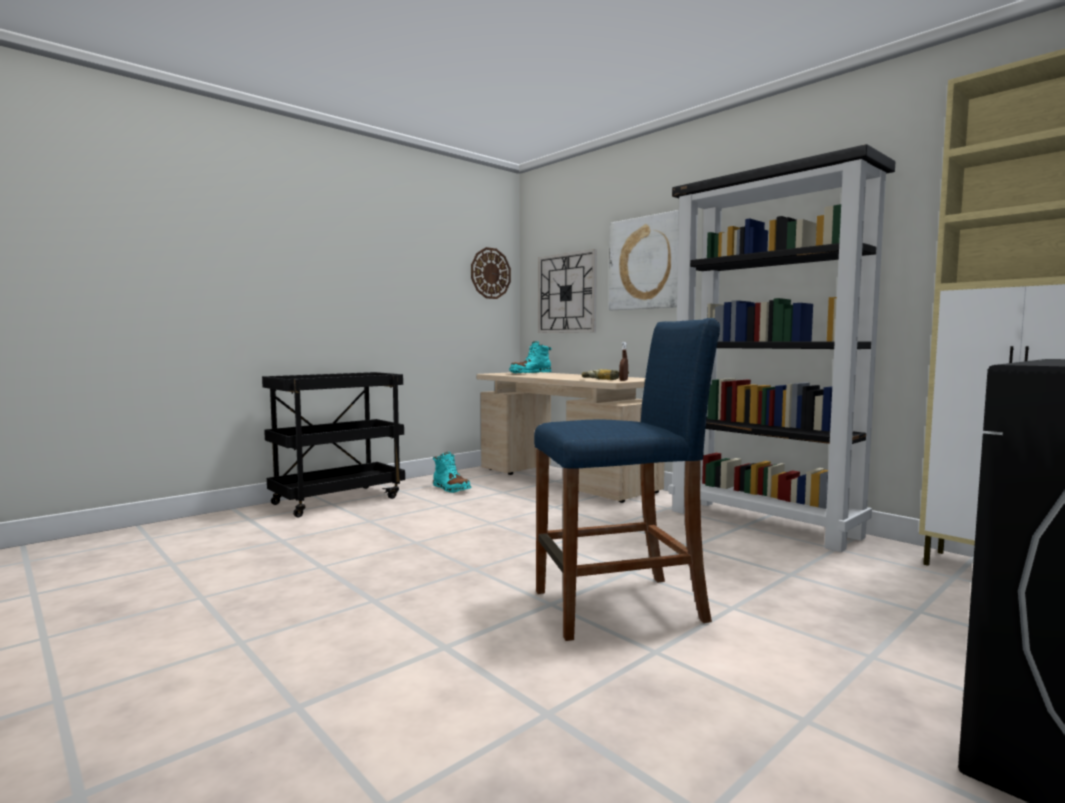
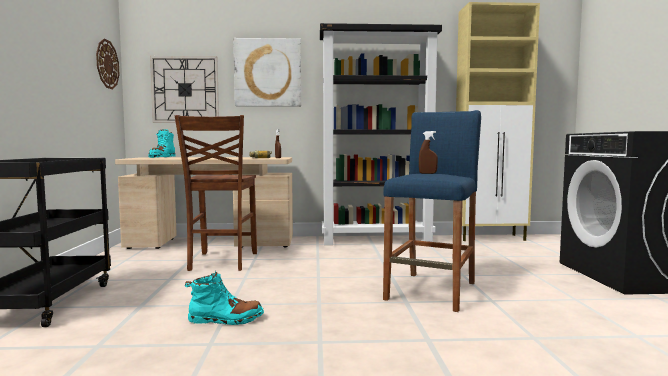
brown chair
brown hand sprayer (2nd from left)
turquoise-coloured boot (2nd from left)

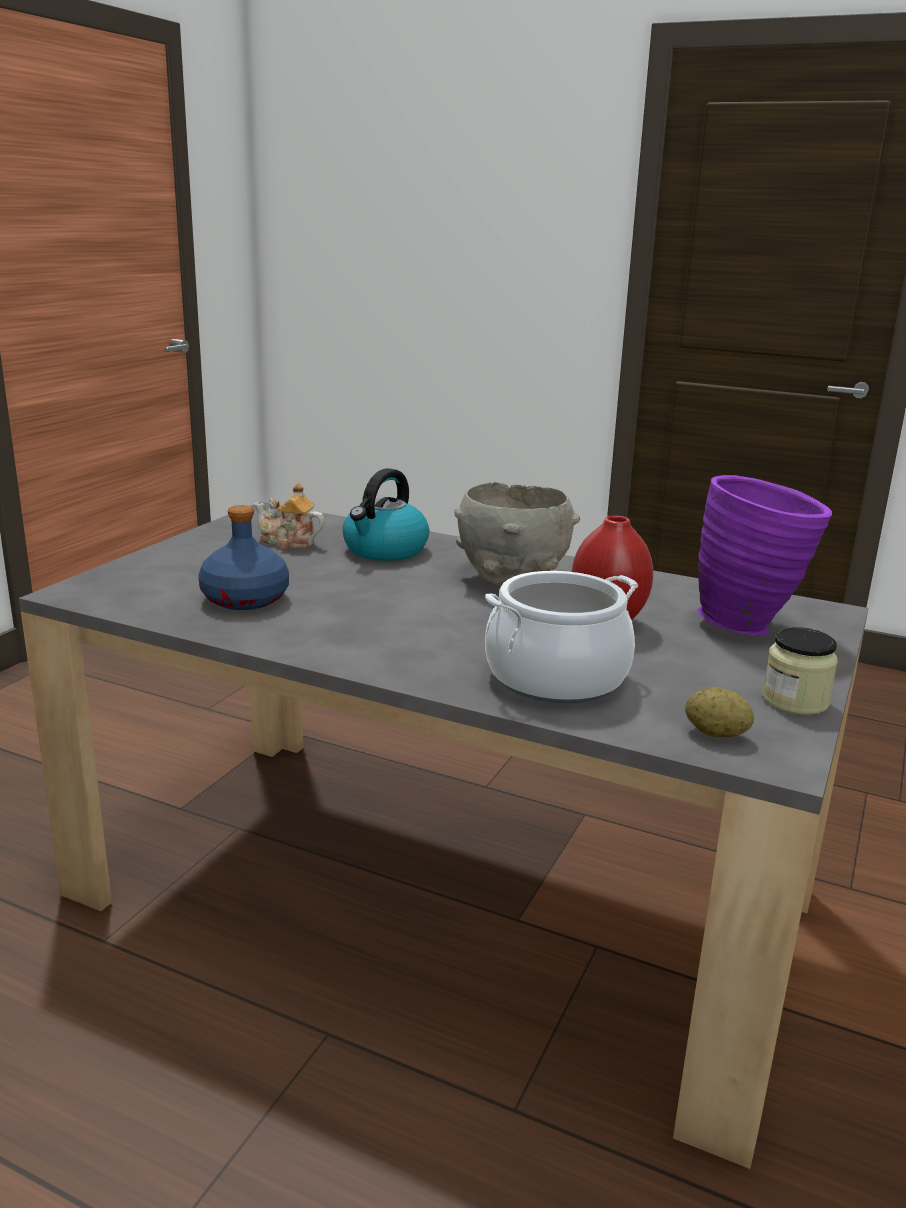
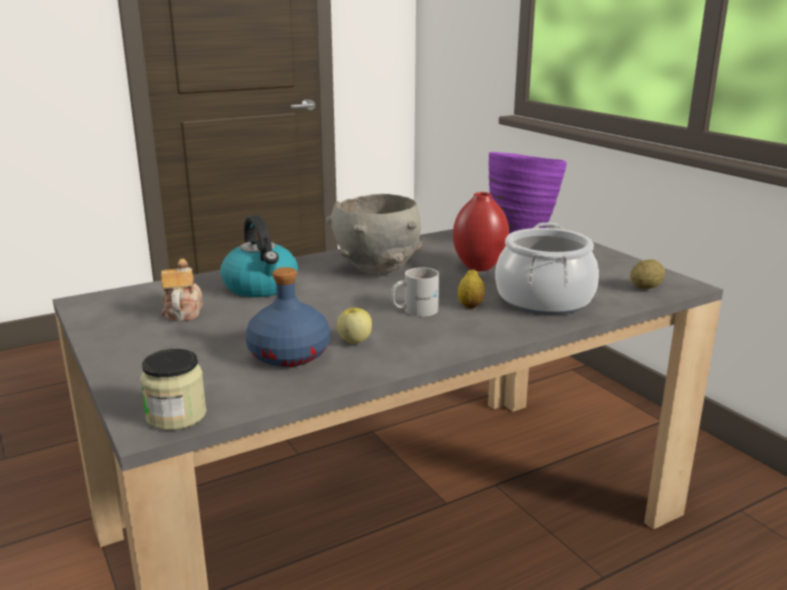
apple fruit
white-coloured mug
whole lemon
storage jar
tea pot

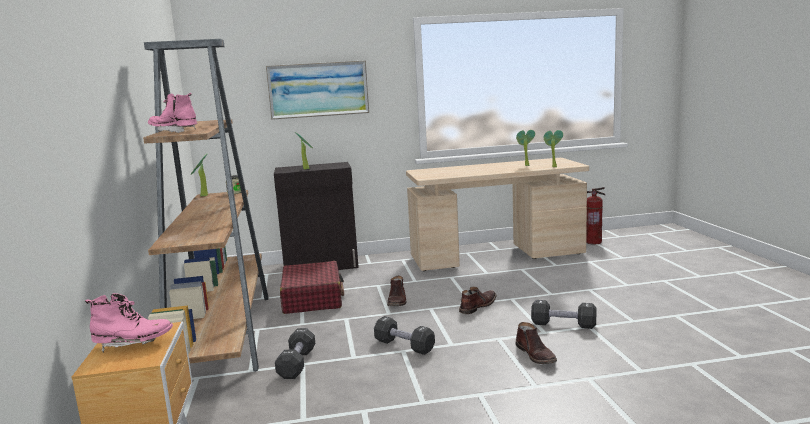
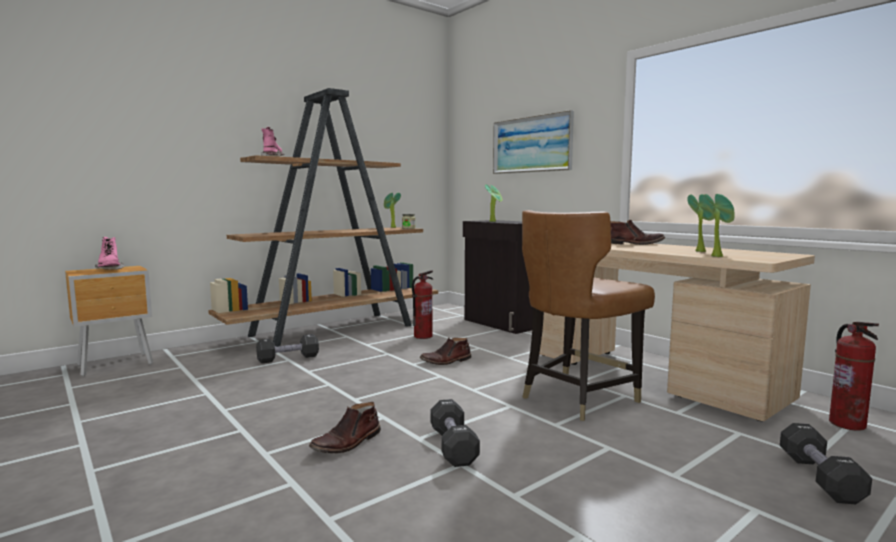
brown chair
black-coloured hand weight (3rd from left)
brown boot (3rd from left)
extinguisher (1st from left)

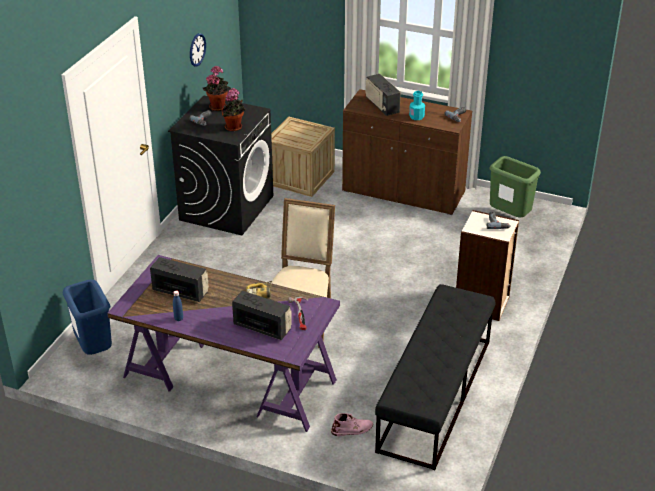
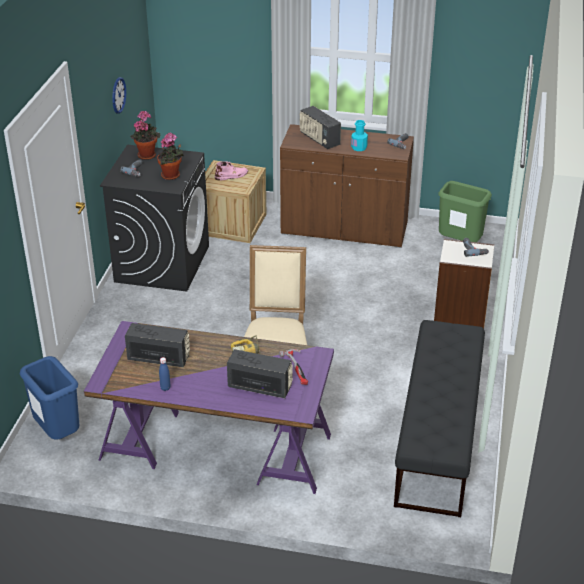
pinkish boot

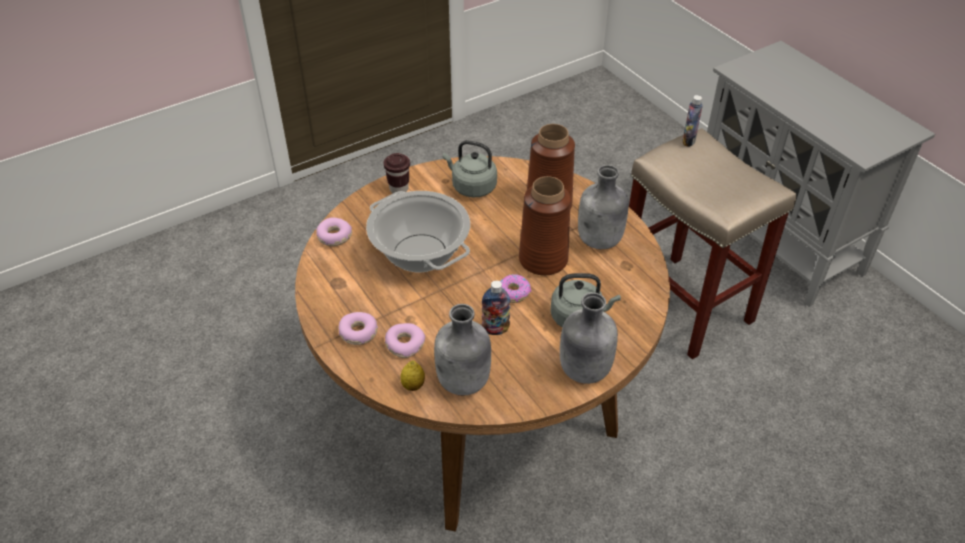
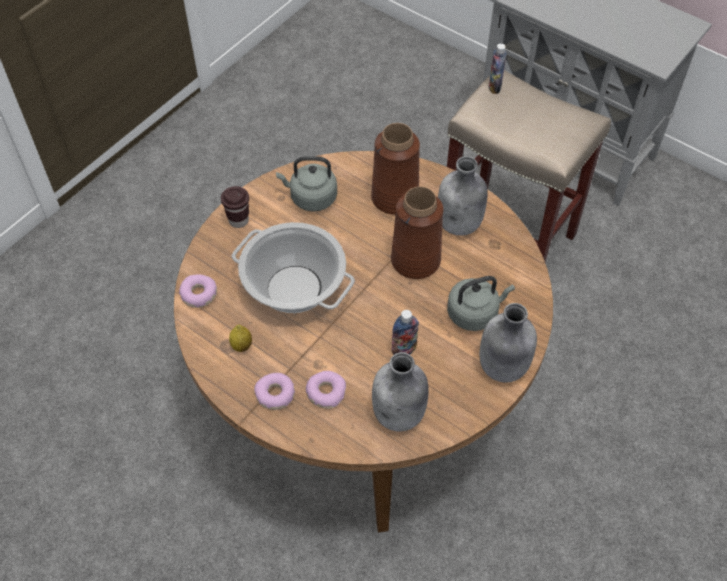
doughnut (4th from left in the first image)
whole lemon

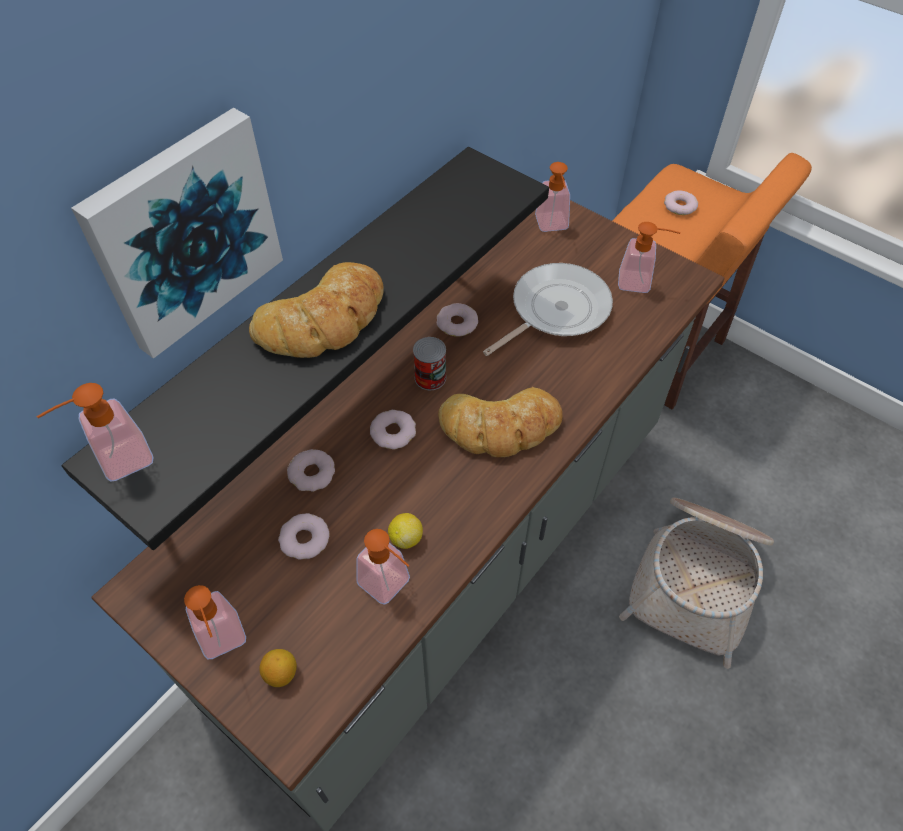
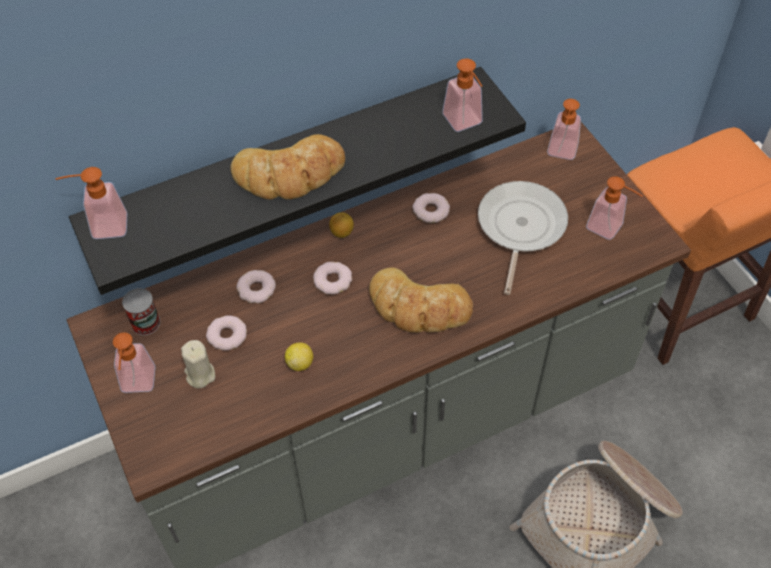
picture
doughnut (5th from left in the first image)
beige-coloured wax light
whole lemon (2nd from left)
soap bottle (3rd from left)
can
pan

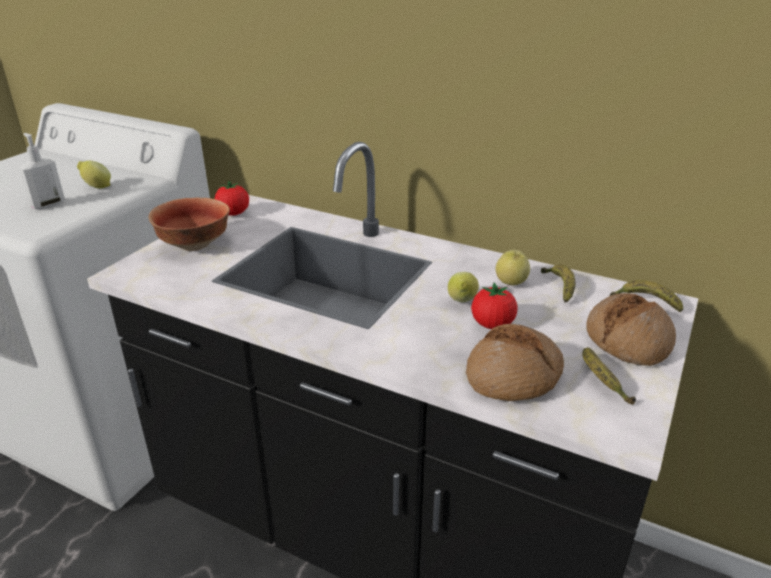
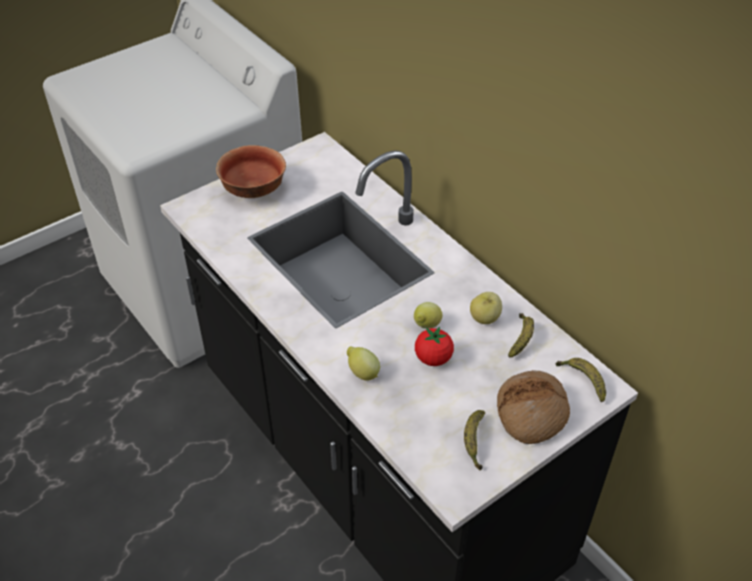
soap bottle
whole tomato (1st from left in the first image)
baked bread (1st from left in the first image)
whole lemon (1st from left)

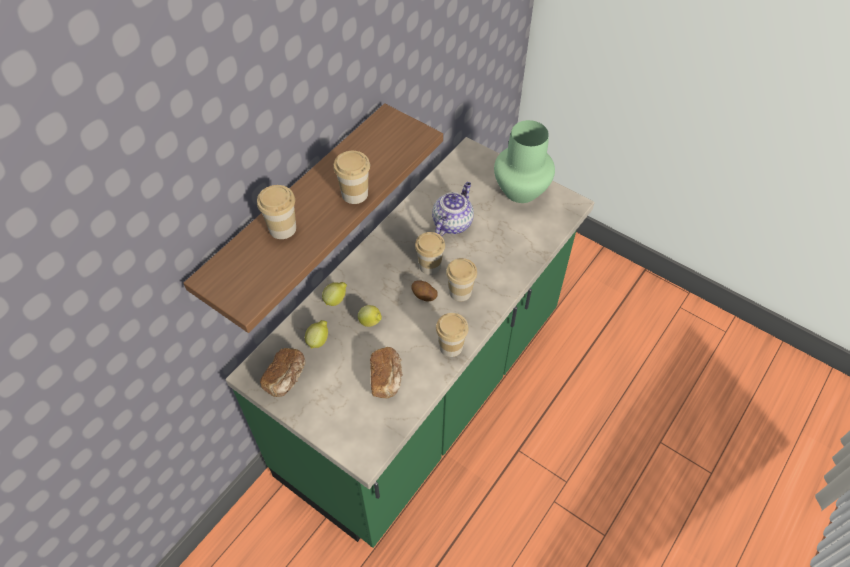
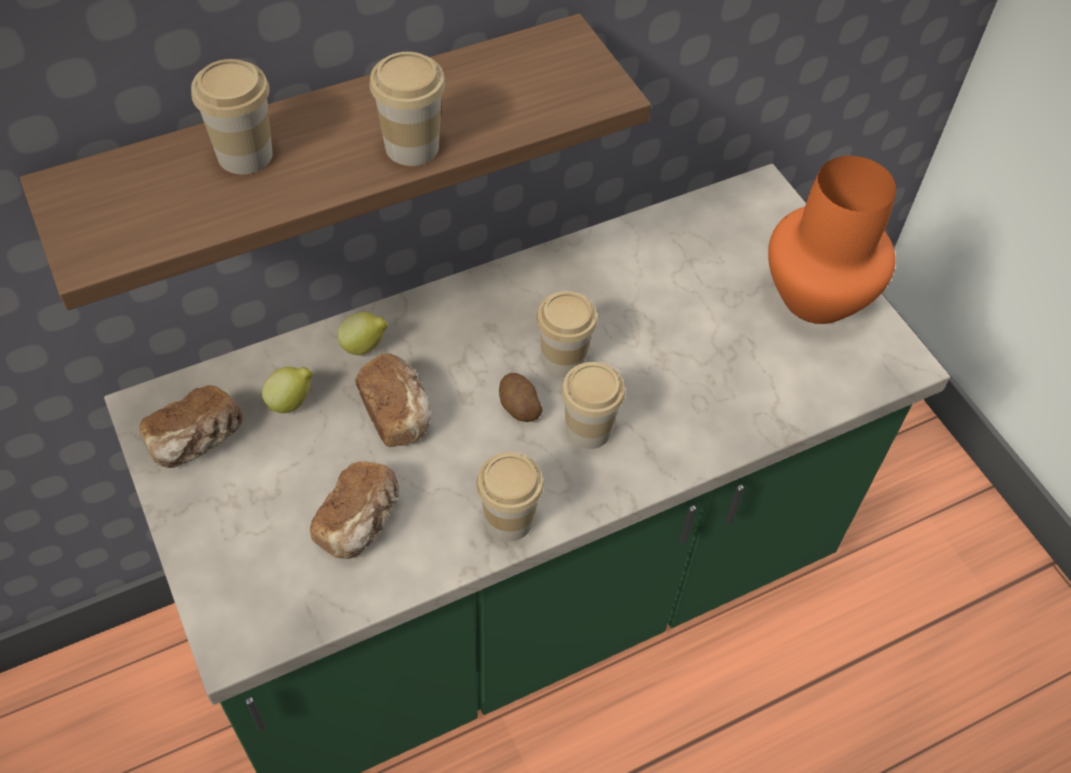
tea pot
baked bread (3rd from left)
orange decorative vase

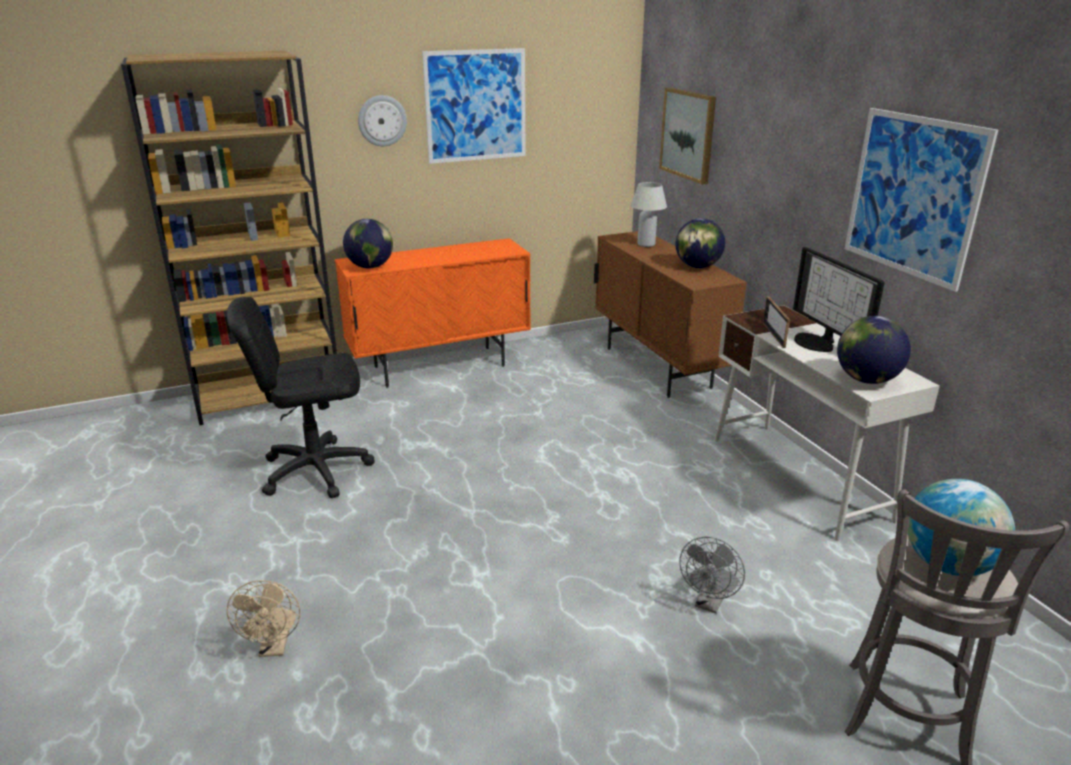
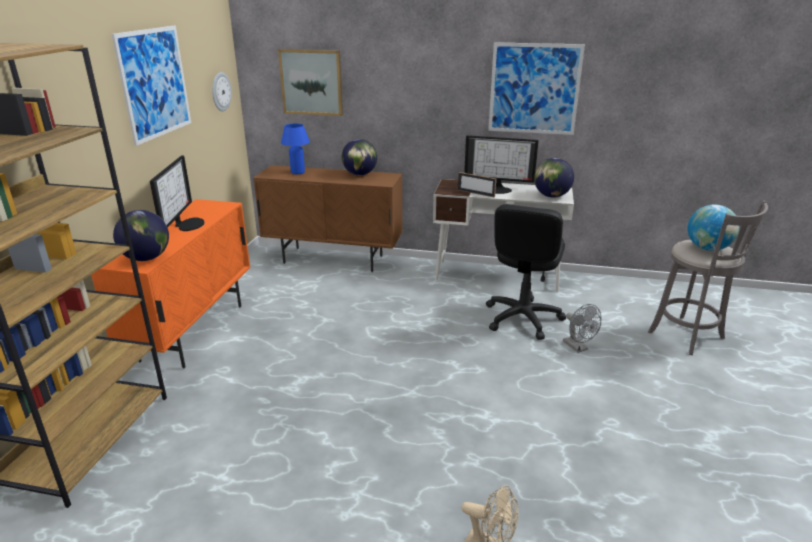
monitor (1st from left)
black-coloured office chair
hanging clock
blue table lamp

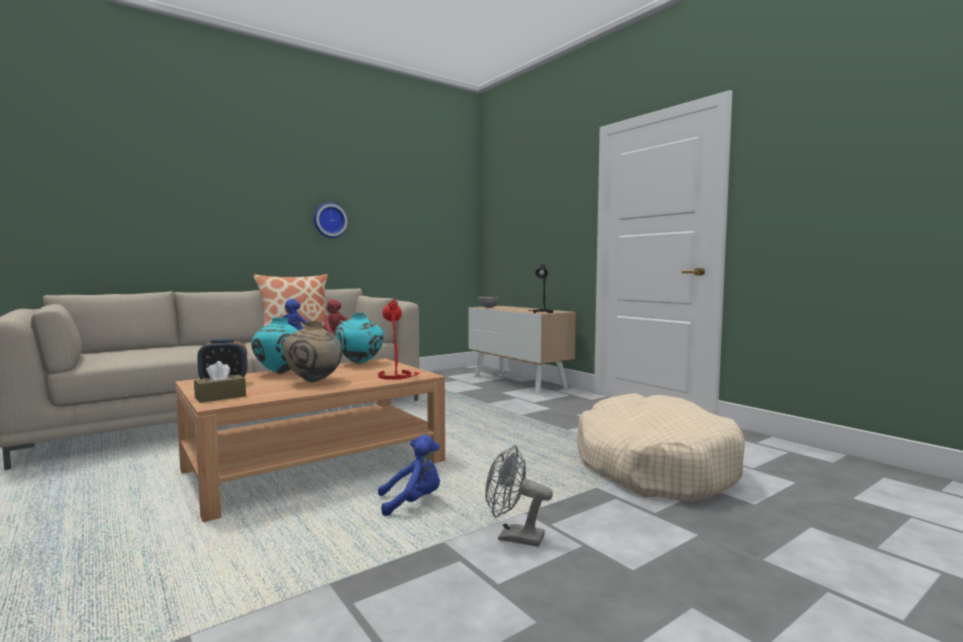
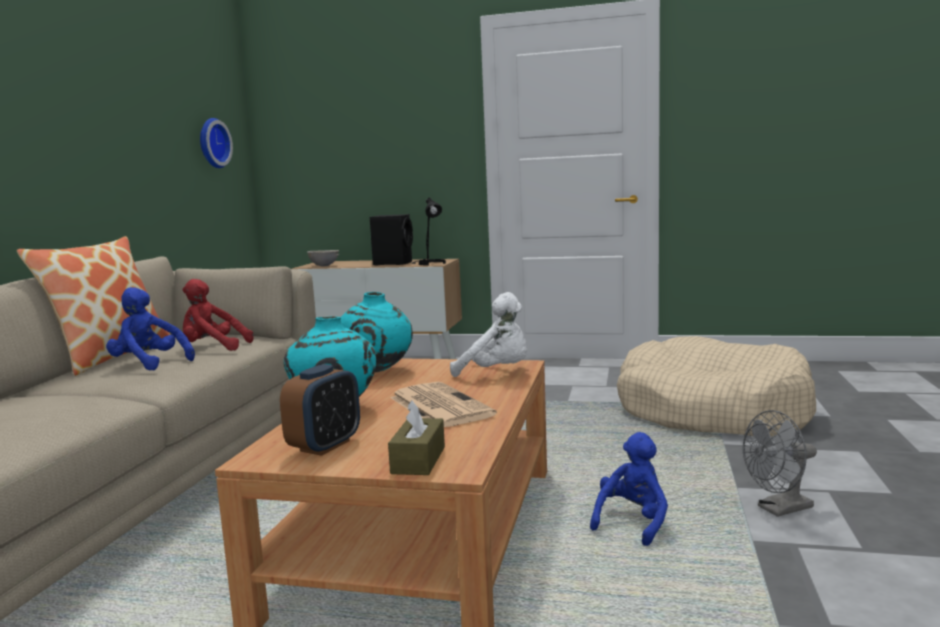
black-coloured speaker
hanging clock
daily paper
white-coloured cuddly toy

